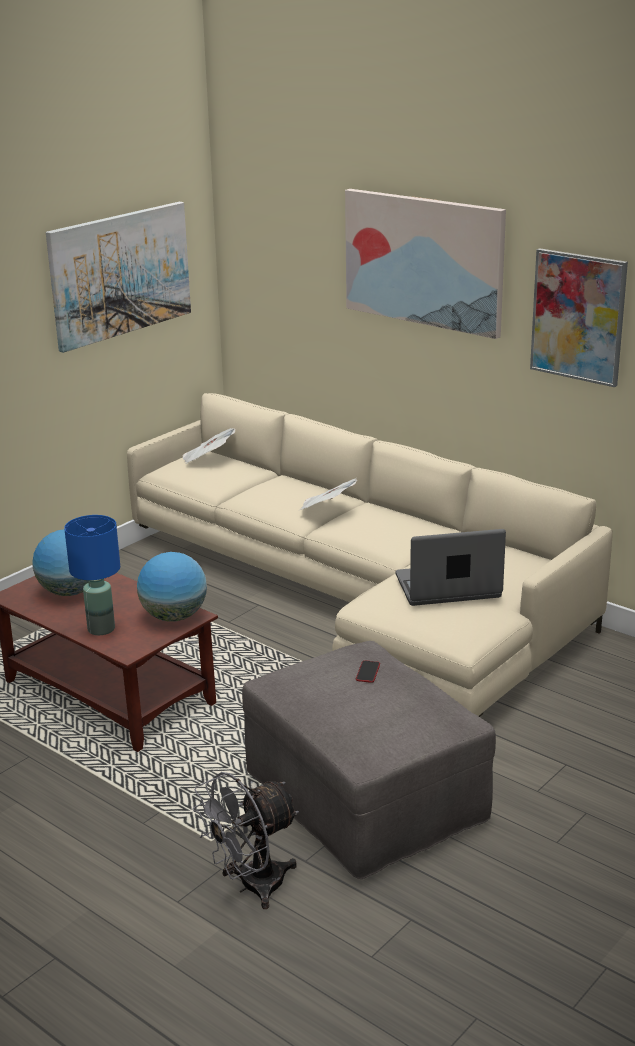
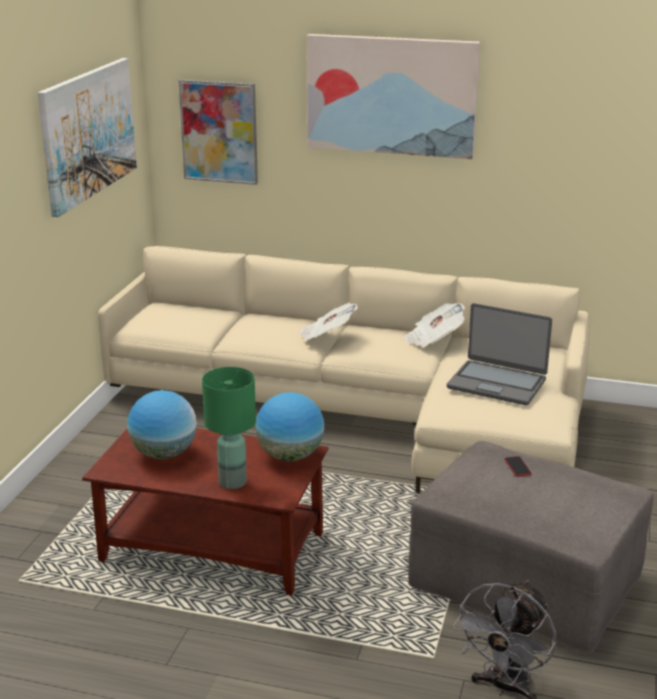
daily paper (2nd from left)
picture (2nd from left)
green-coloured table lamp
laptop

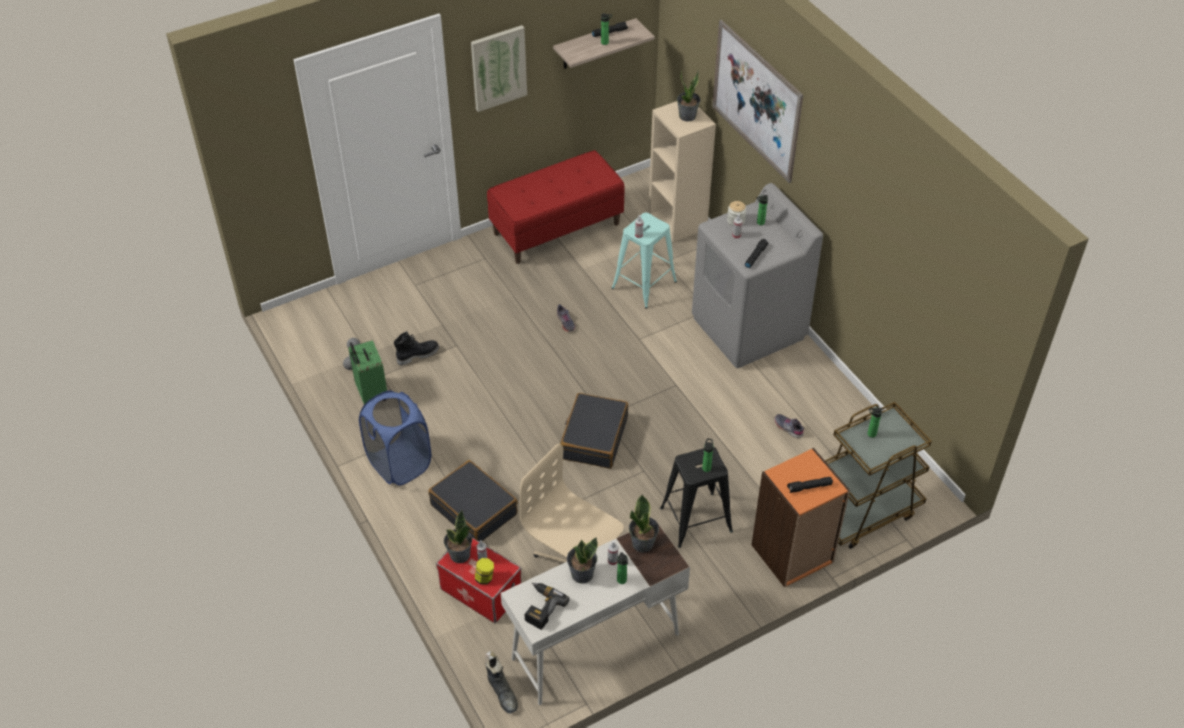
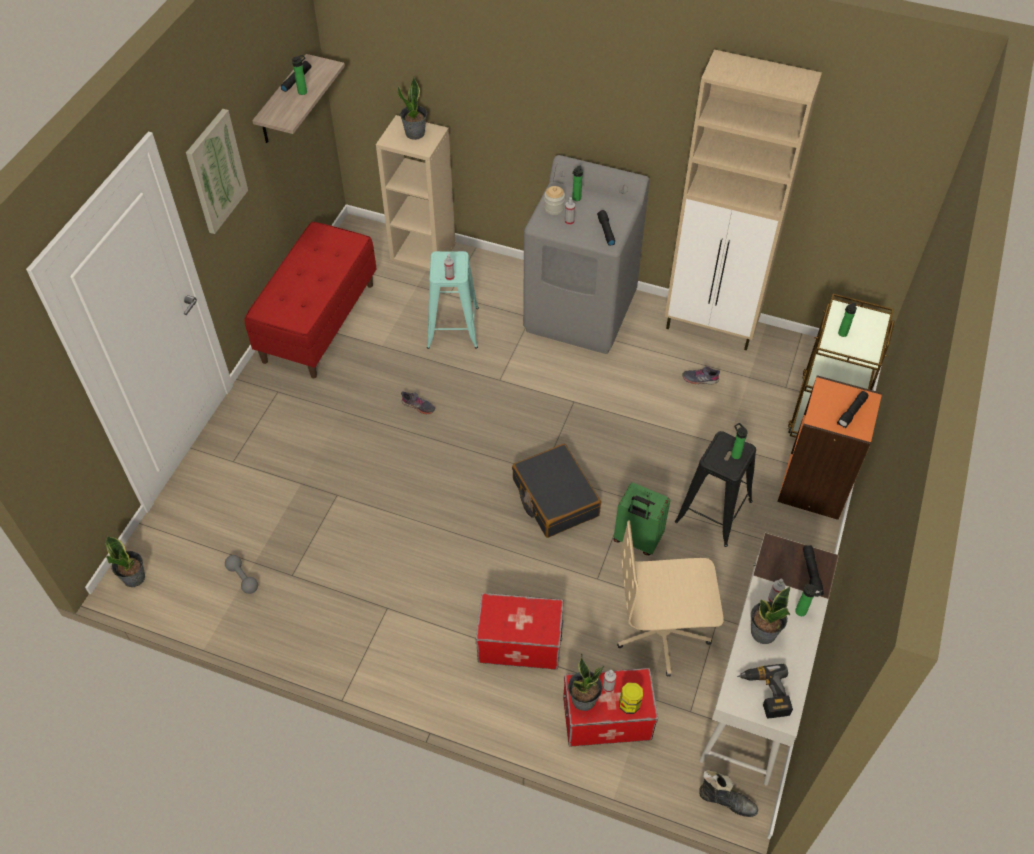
blue laundry basket
black-coloured boot (1st from left in the first image)
picture (2nd from left in the first image)
beige-coloured cupboard
black-coloured hand torch (3rd from left)
green-coloured travel case
plant in a pot (1st from left)
storage box (1st from left)

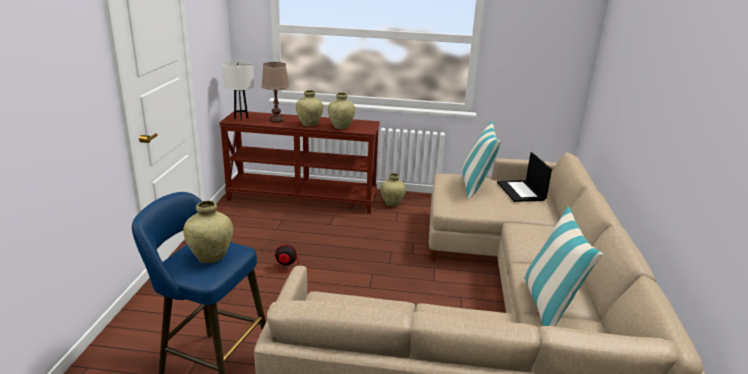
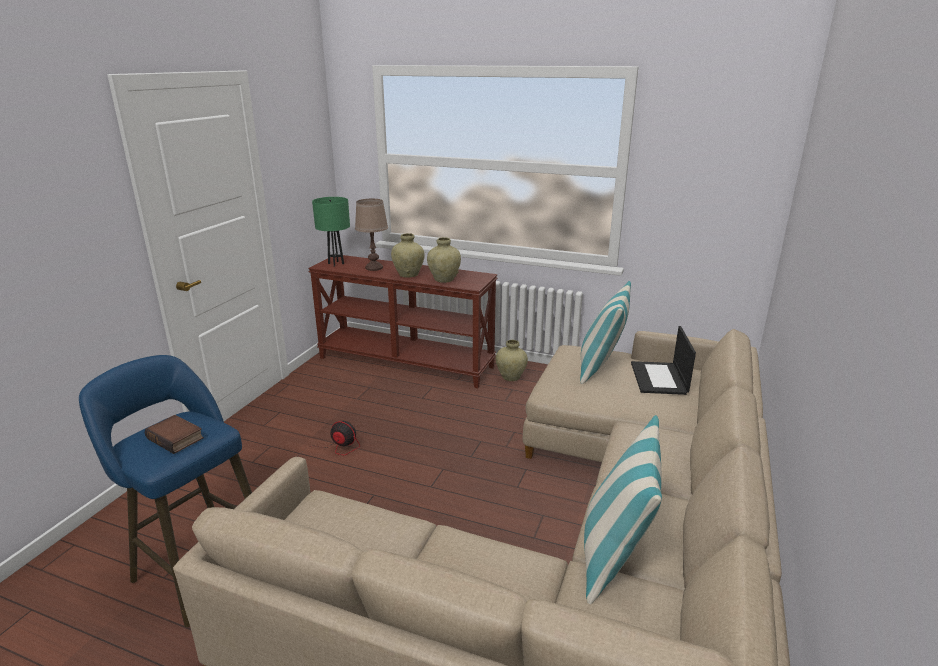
volume
green-coloured table lamp

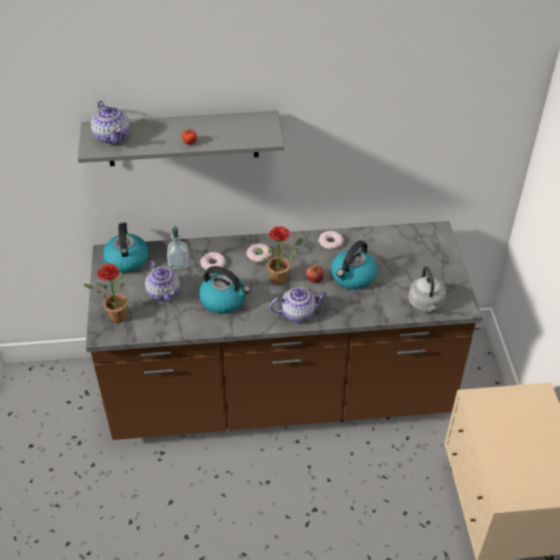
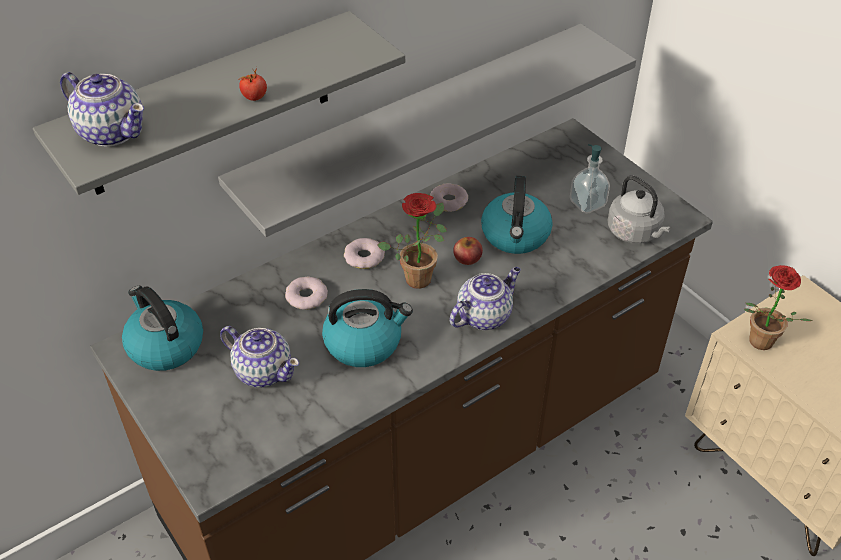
grey shelf (2nd from left)
plant in a pot (2nd from left)
soap bottle

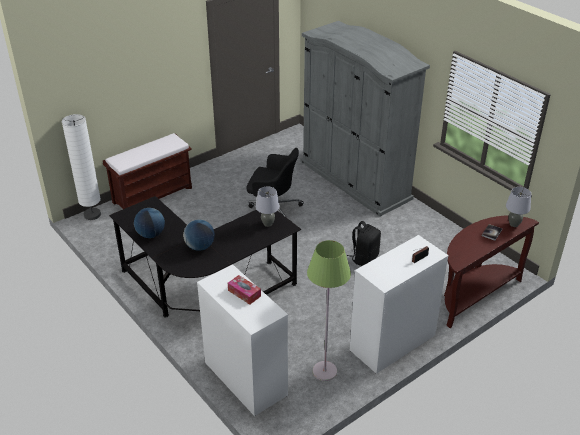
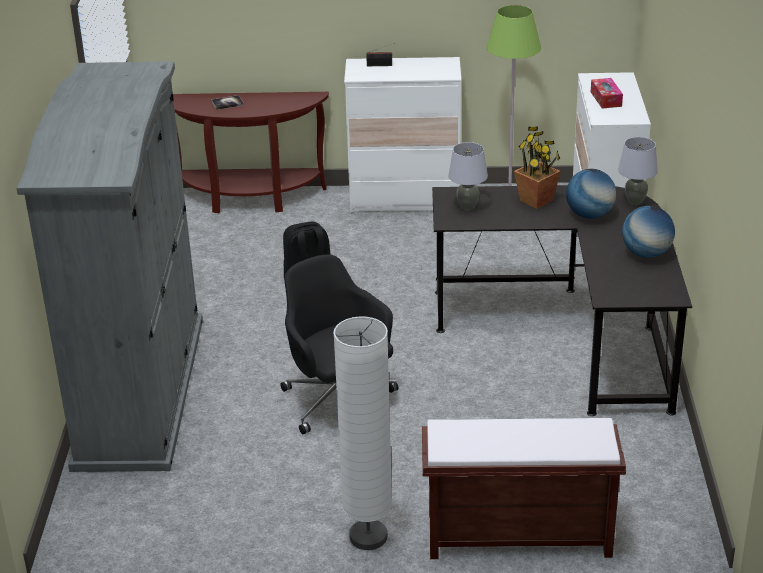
plant in a pot
white-coloured standing lamp
grey table lamp (2nd from left)

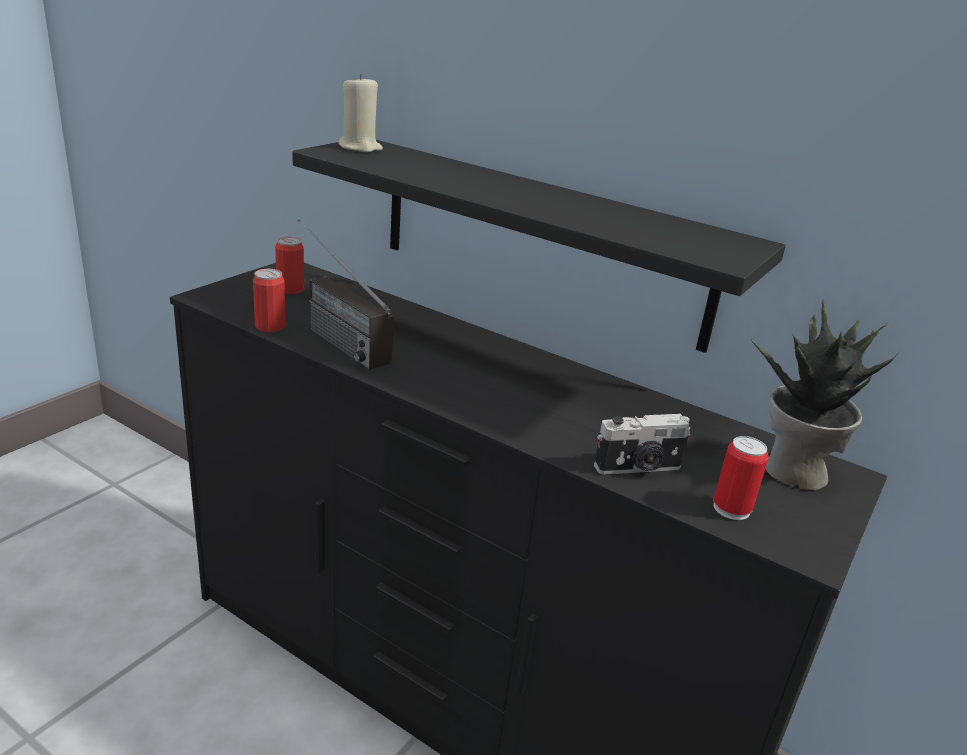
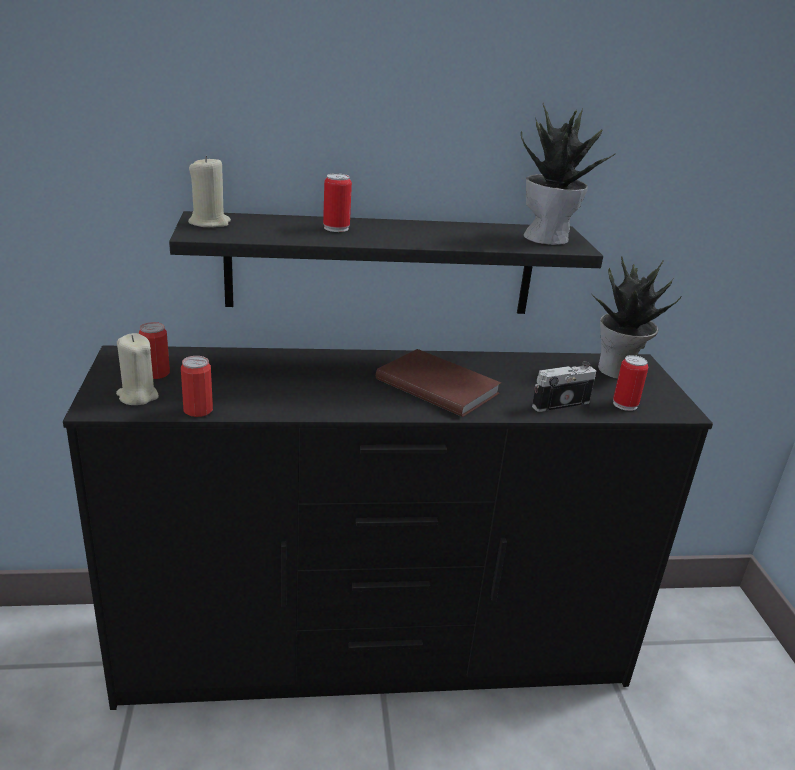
radio set
beige-coloured wax light (1st from left)
can (3rd from left)
brown volume
plant in a pot (1st from left)
photo camera

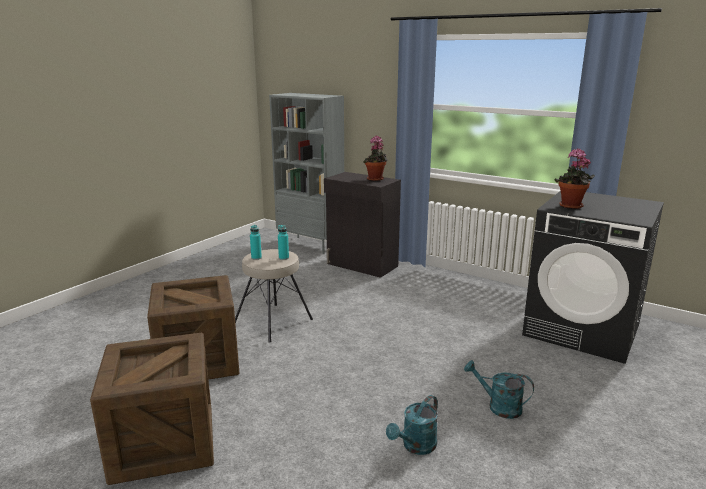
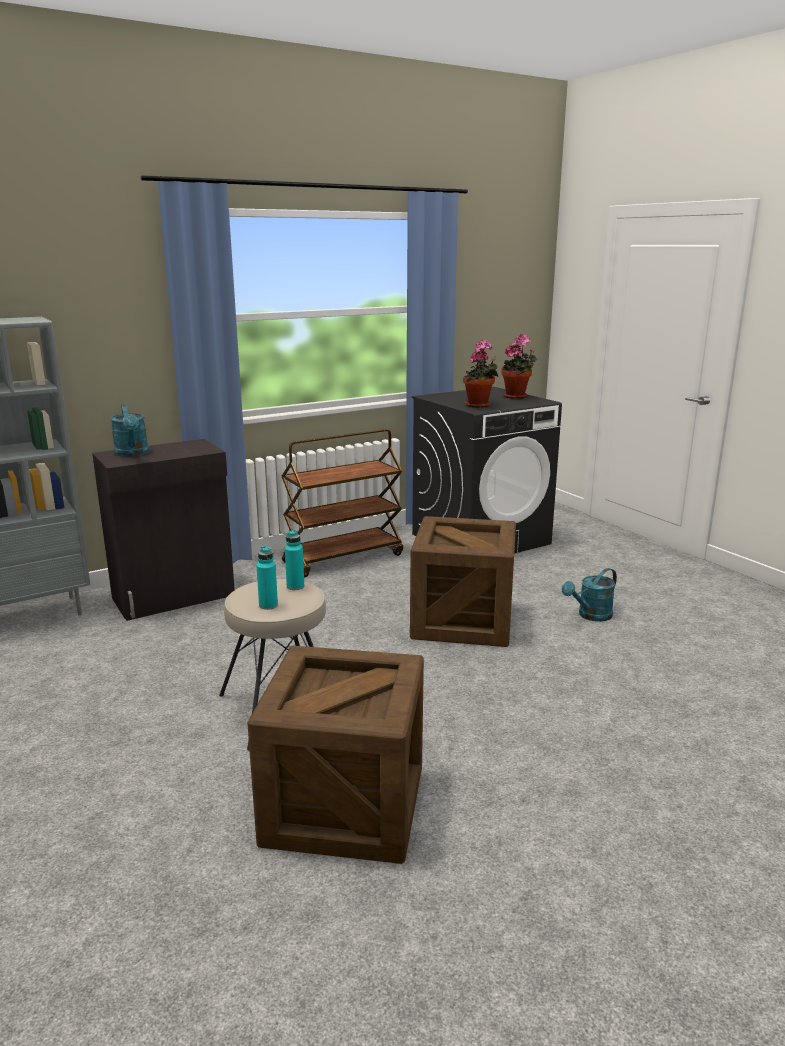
brown cart
packing crate (2nd from left)
plant in a pot (2nd from left)
turquoise-coloured watering pot (1st from left)

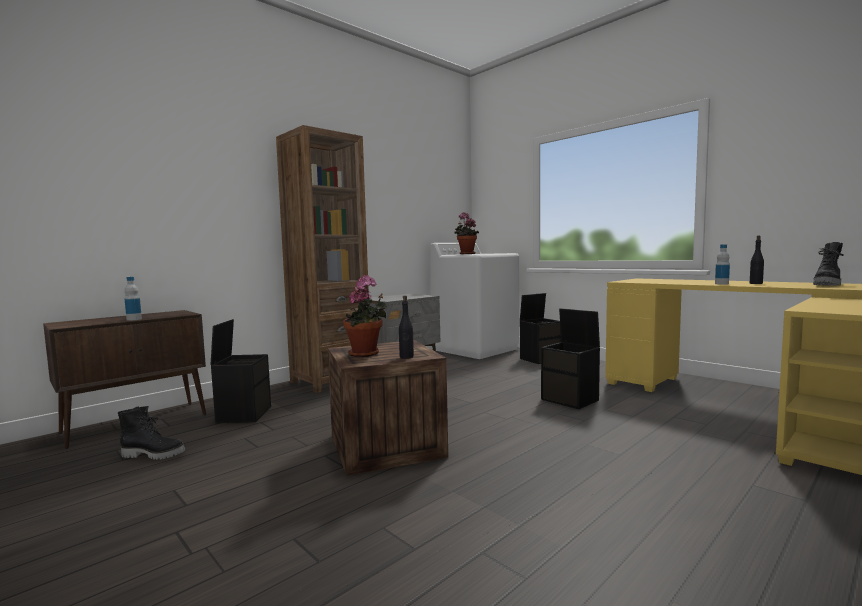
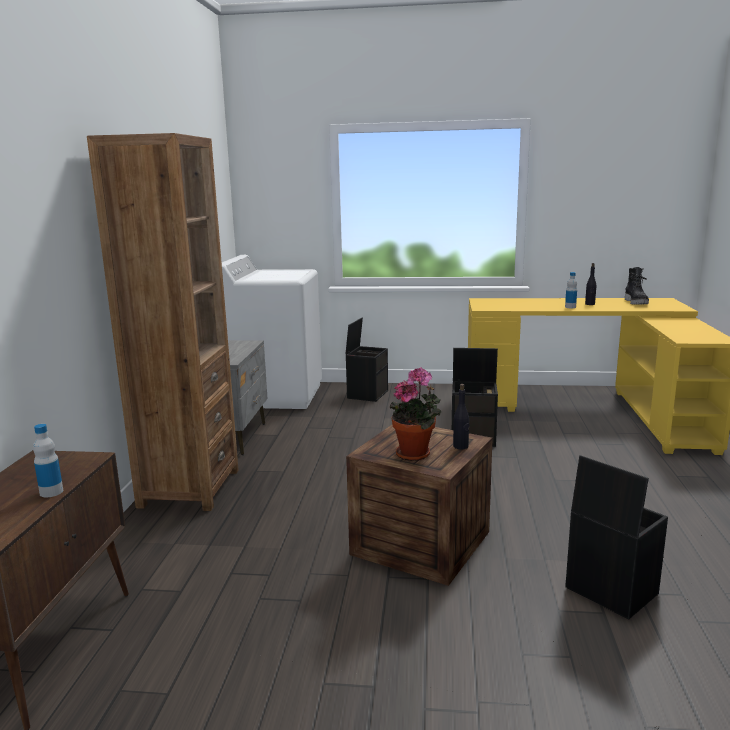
black-coloured boot (1st from left in the first image)
plant in a pot (2nd from left in the first image)
black-coloured storage box (3rd from left)

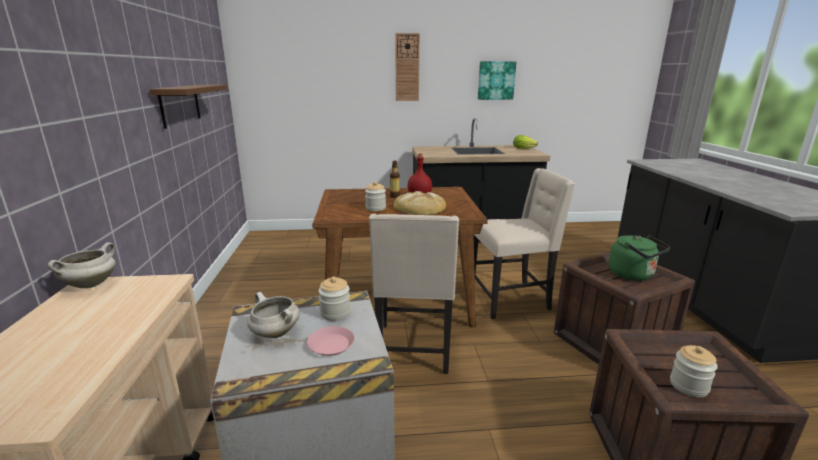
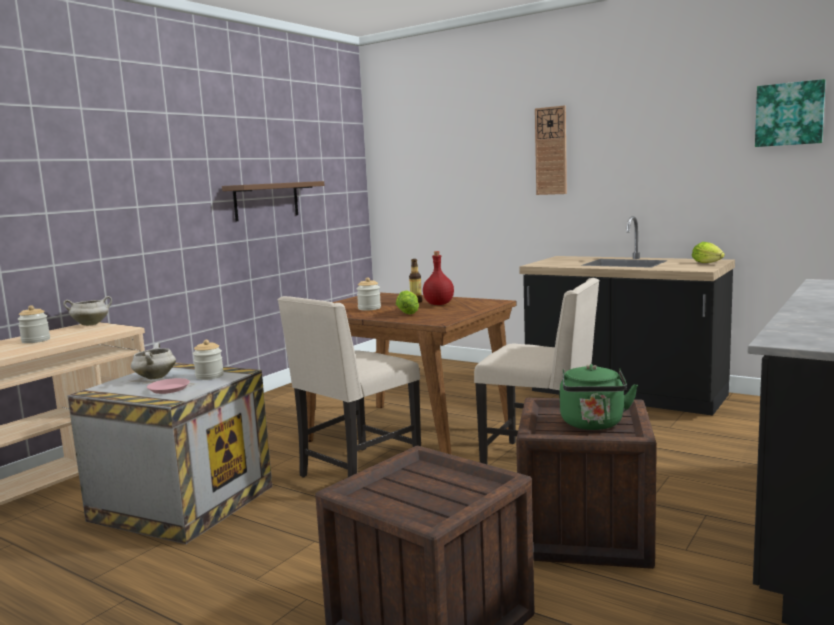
picture
storage jar (1st from left)
lettuce (1st from left)

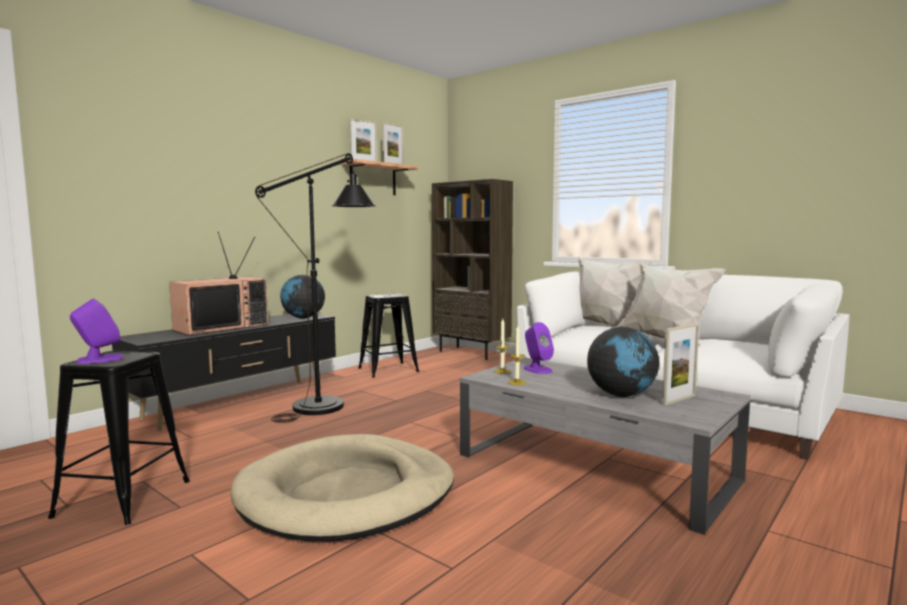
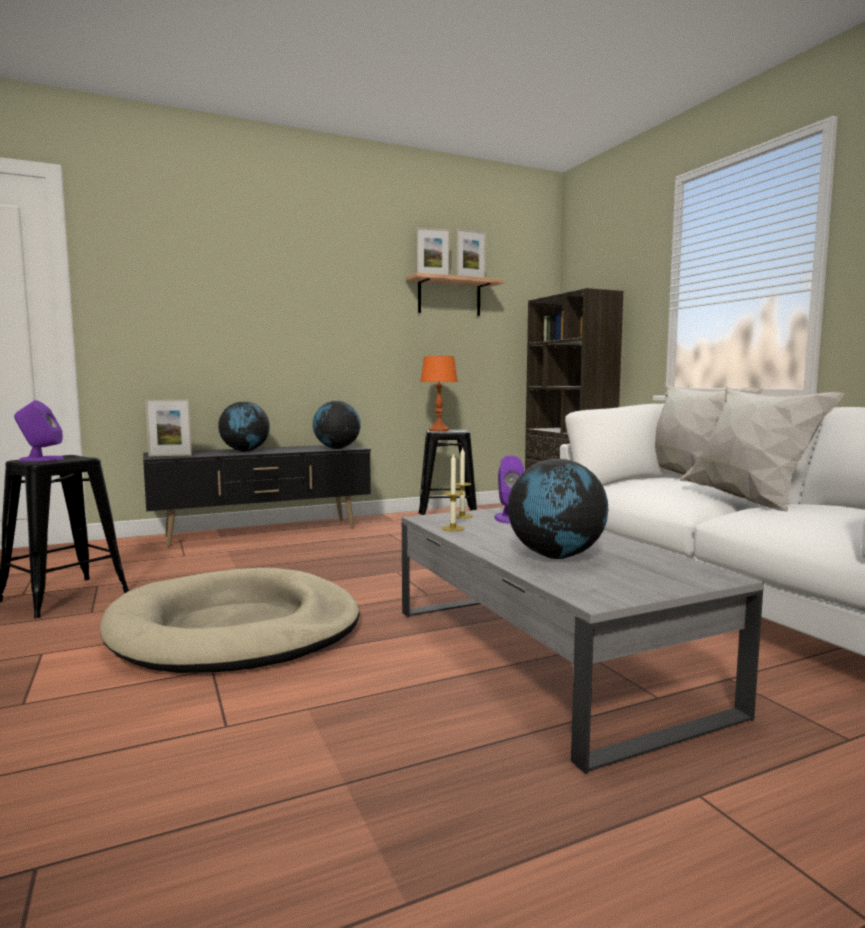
black-coloured standing lamp
orange table lamp
picture frame (1st from left)
globe (1st from left)

